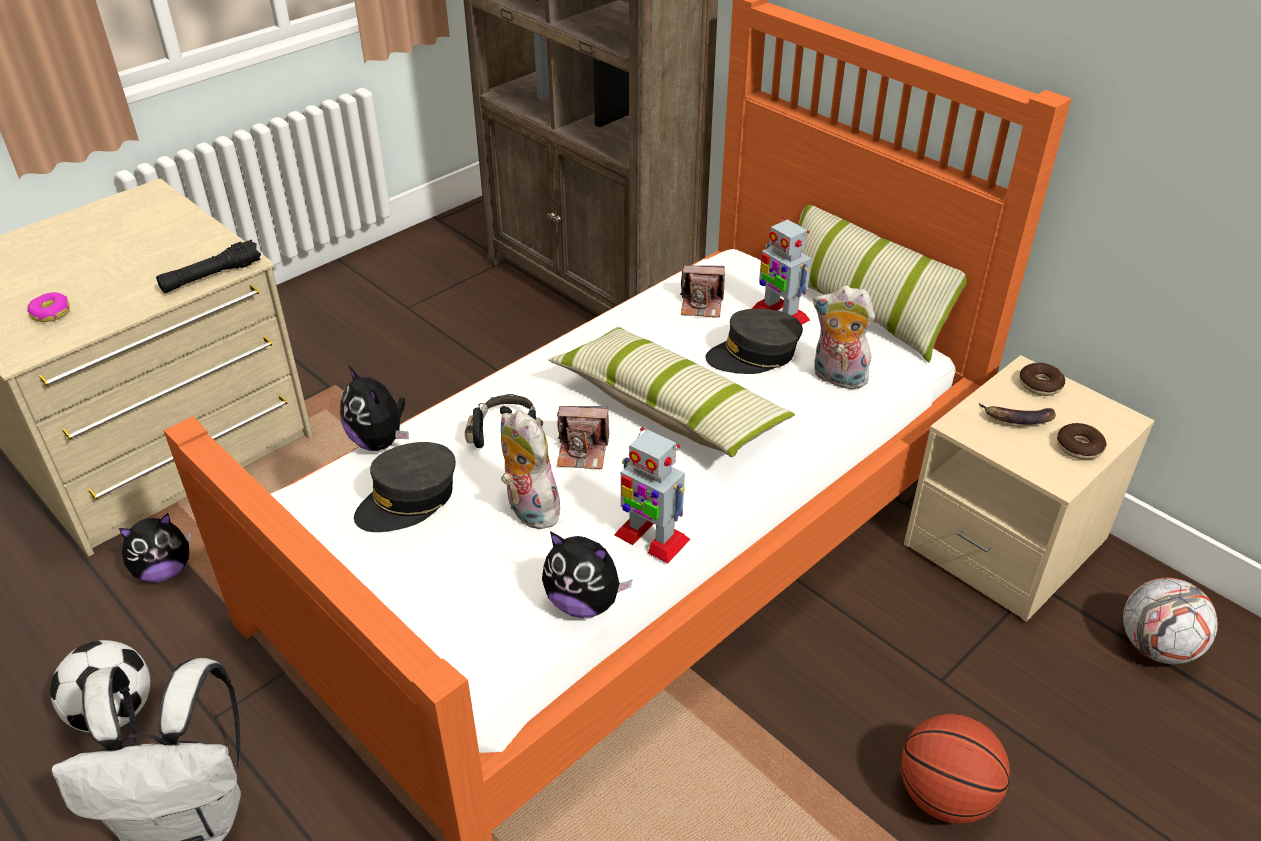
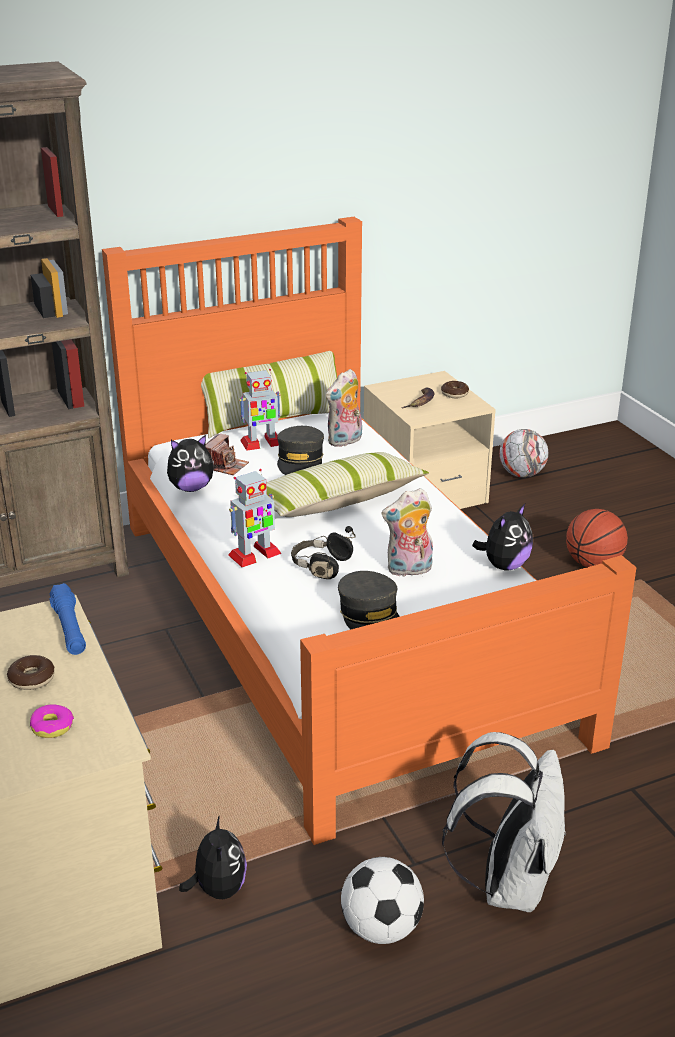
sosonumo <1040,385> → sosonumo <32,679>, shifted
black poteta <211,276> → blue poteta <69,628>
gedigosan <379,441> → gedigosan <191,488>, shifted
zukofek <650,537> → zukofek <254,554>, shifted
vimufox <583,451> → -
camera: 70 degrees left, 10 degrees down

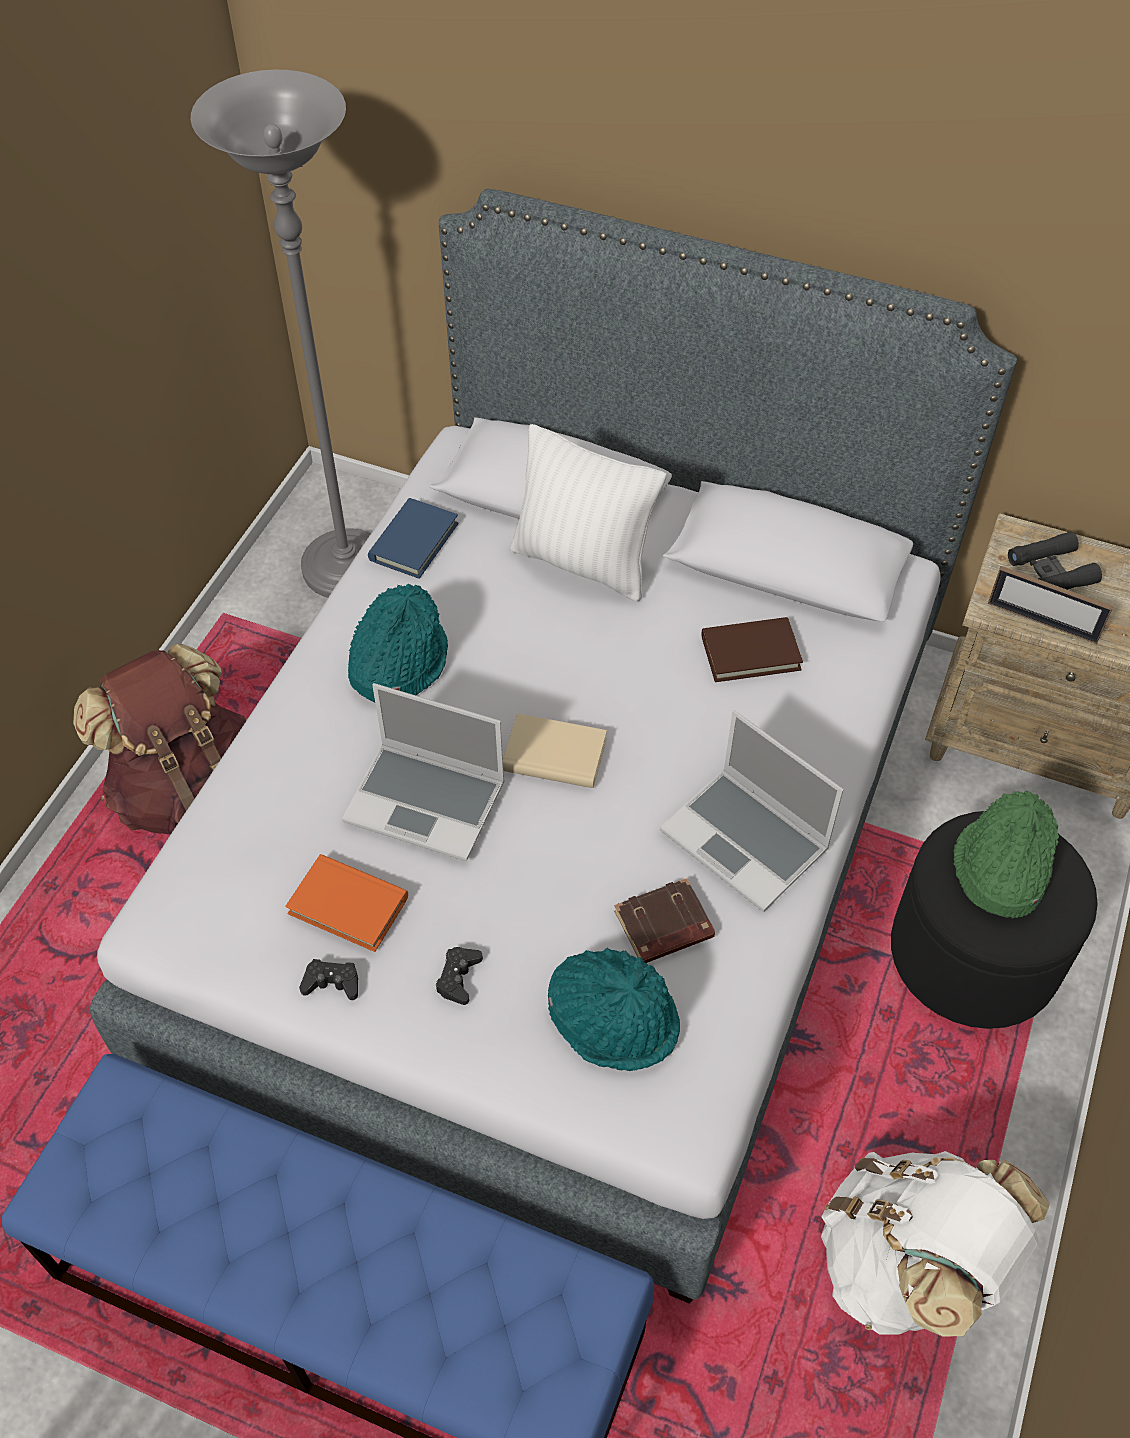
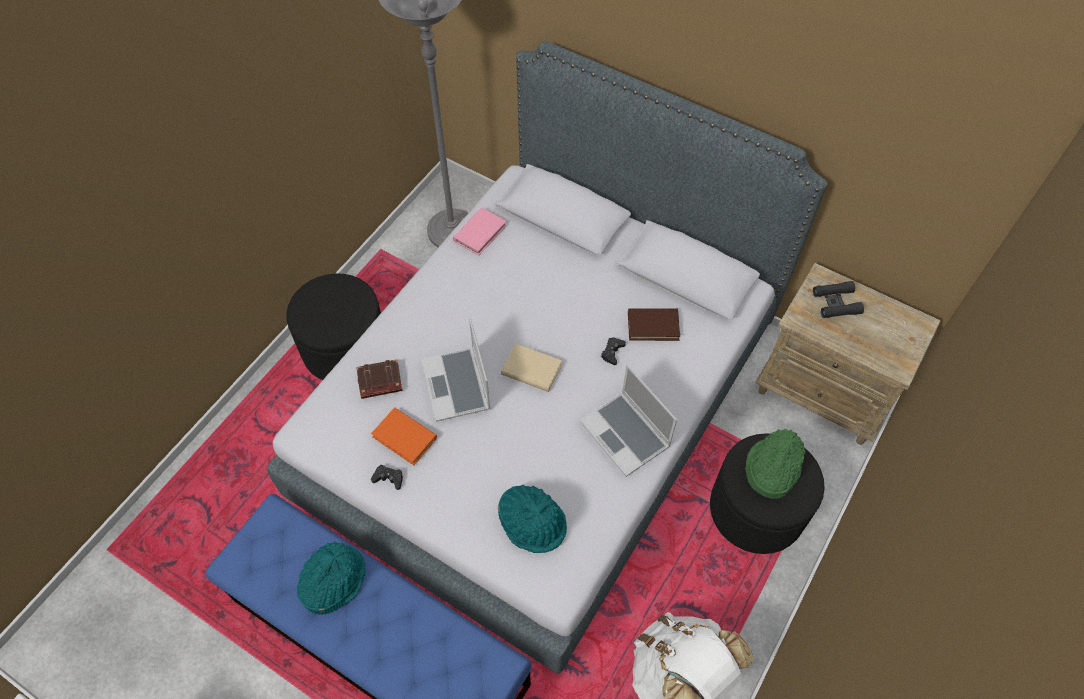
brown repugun <189,789> → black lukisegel <345,348>
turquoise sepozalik <397,663> → turquoise sepozalik <333,580>, shifted
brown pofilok <663,927> → brown pofilok <379,382>, shifted
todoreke <427,801> → todoreke <457,386>, 45 degrees clockwise
blue pofilok <414,541> → pink pofilok <480,233>
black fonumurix <458,978> → black fonumurix <612,352>, shifted
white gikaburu <583,562> → -
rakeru <1042,622> → -
camera: 10 degrees right, 5 degrees up

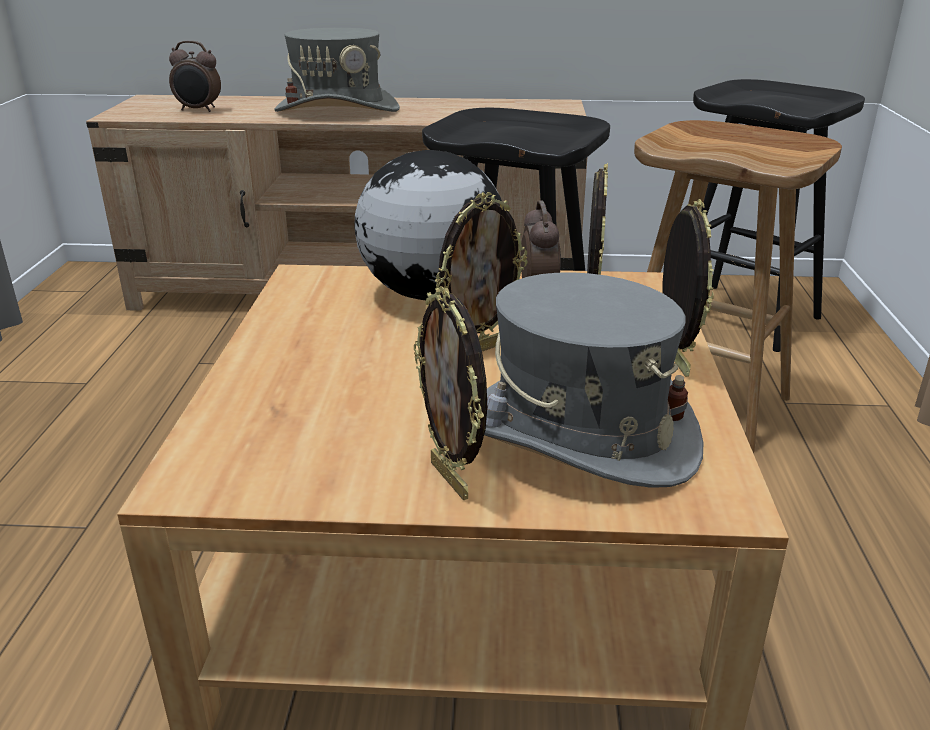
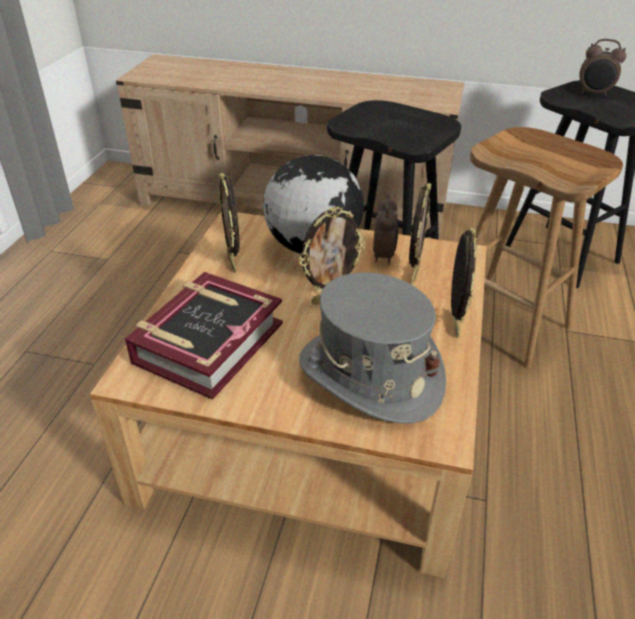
- → pofilok <208,342>
rakeru <452,479> → rakeru <233,263>, shifted
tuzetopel <199,110> → tuzetopel <594,94>, shifted
grey sepozalik <337,110> → -
camera: 10 degrees right, 10 degrees up

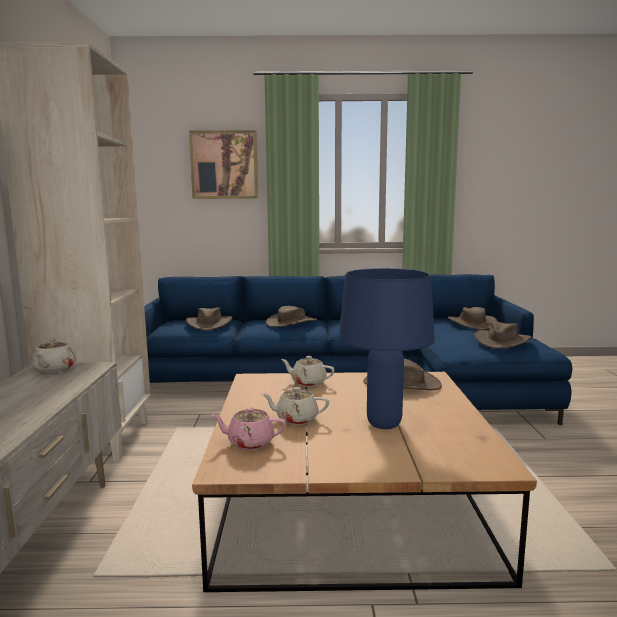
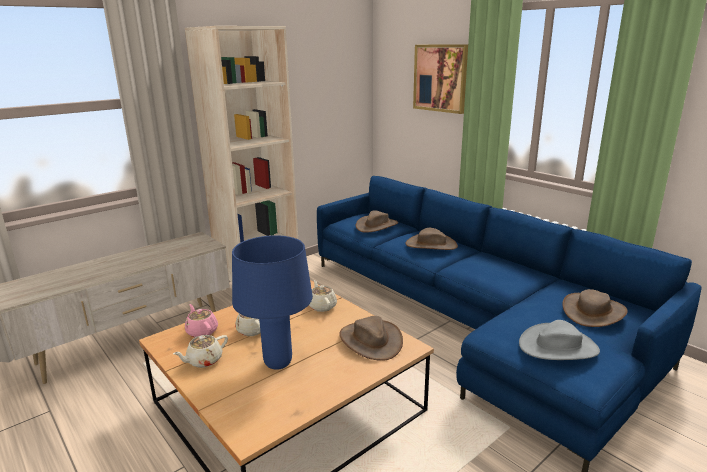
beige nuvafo <54,369> → beige nuvafo <204,360>, shifted
brown sepozalik <502,341> → grey sepozalik <558,346>
camera: 50 degrees right, 10 degrees up

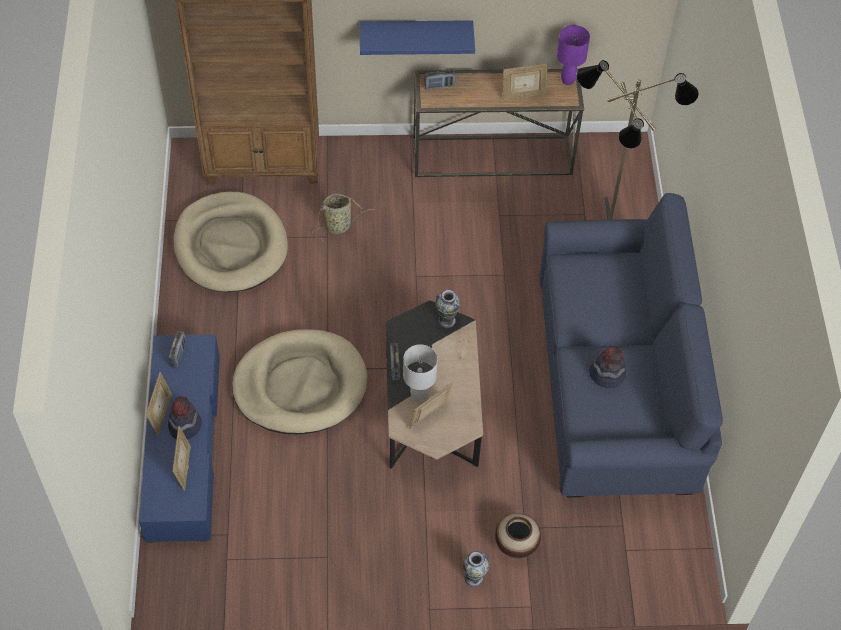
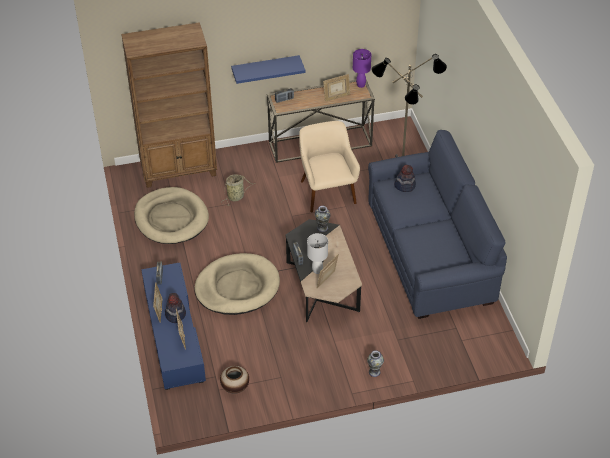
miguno <516,544> → miguno <235,387>, shifted
- → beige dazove <327,192>
sepozalik <607,374> → sepozalik <405,185>, shifted
camera: 10 degrees left, 10 degrees down

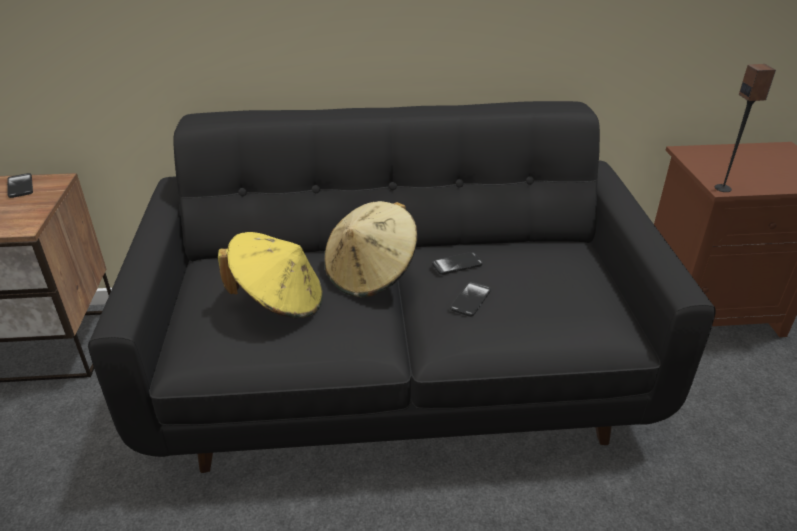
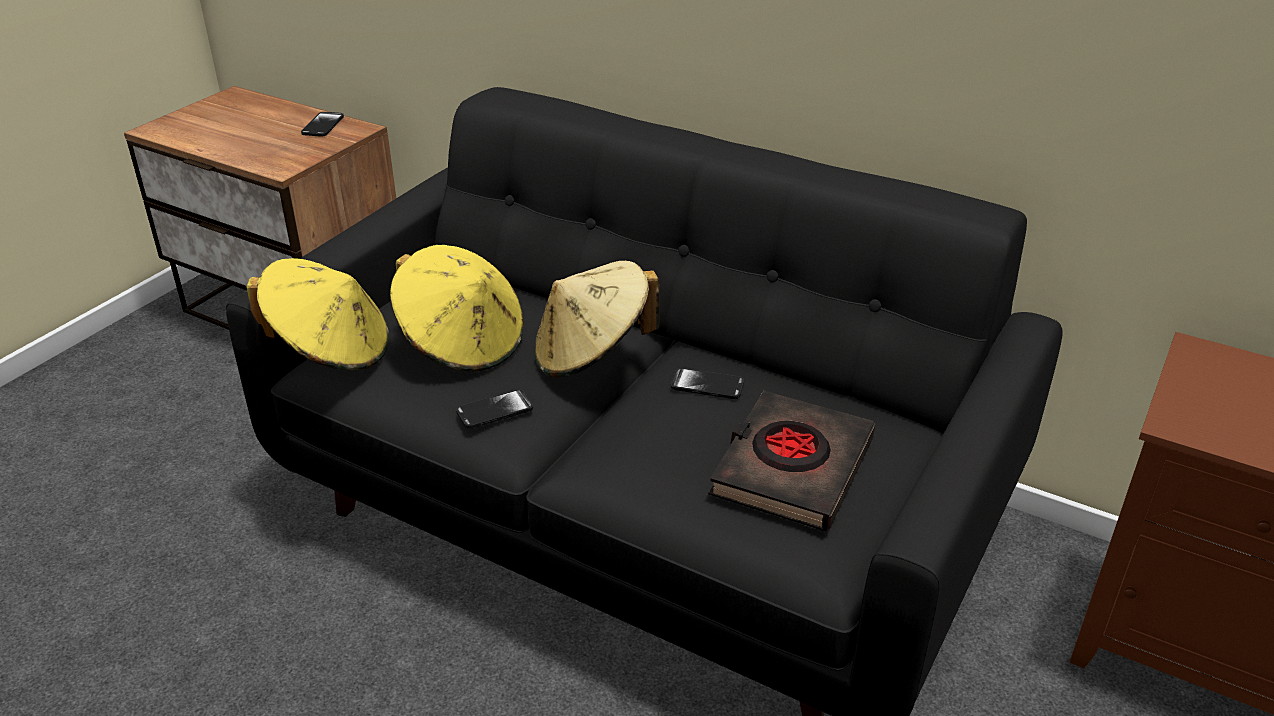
- → yellow sepozalik <330,351>
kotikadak <470,300> → kotikadak <495,410>, shifted
- → black pofilok <791,468>
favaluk <723,188> → -
camera: 35 degrees right, 0 degrees up

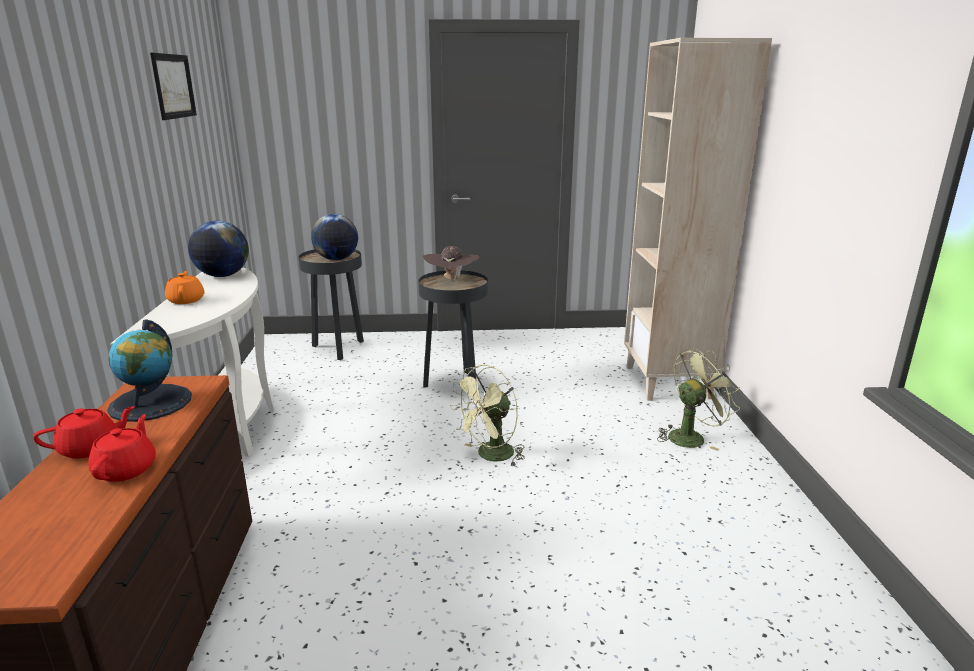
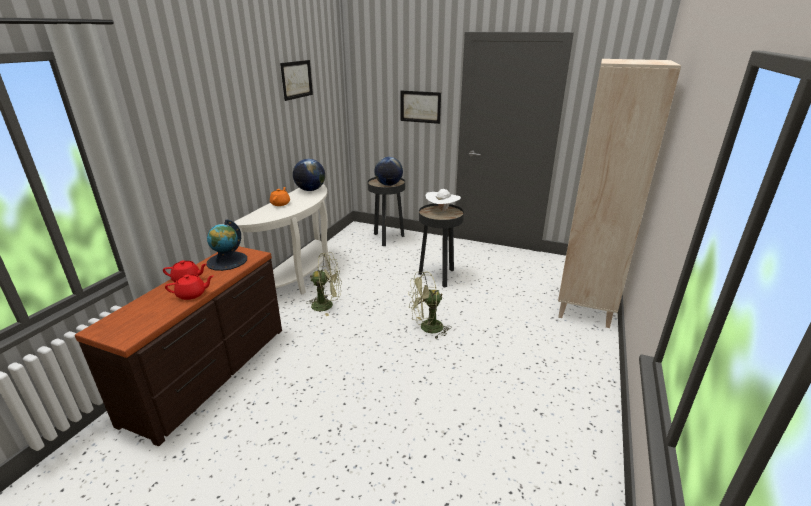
red nuvafo <127,469> → red nuvafo <192,294>, 45 degrees clockwise
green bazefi <691,436> → green bazefi <327,305>, shifted
- → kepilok <420,107>
brown sepozalik <451,279> → white sepozalik <442,210>
camera: 25 degrees right, 5 degrees up

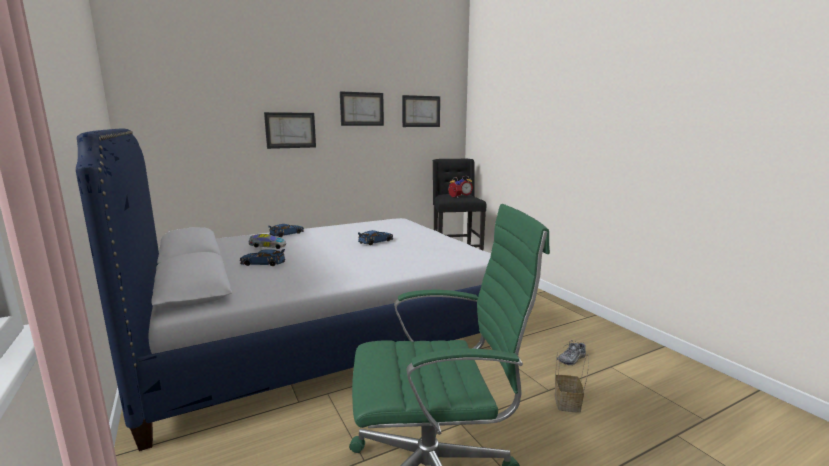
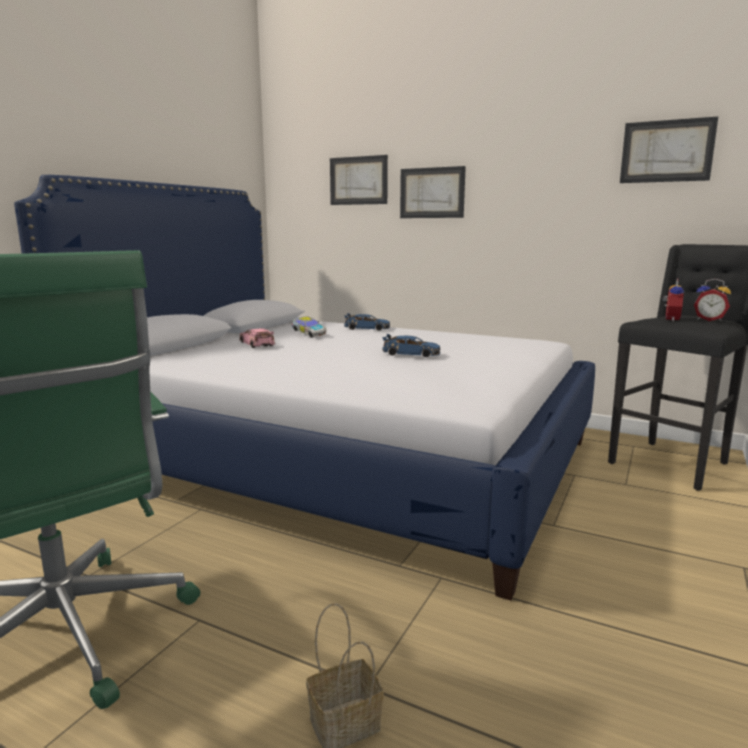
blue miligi <263,263> → pink miligi <256,344>
kepilok <362,109> → kepilok <358,180>, shifted
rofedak <571,359> → -
camera: 55 degrees right, 0 degrees up

